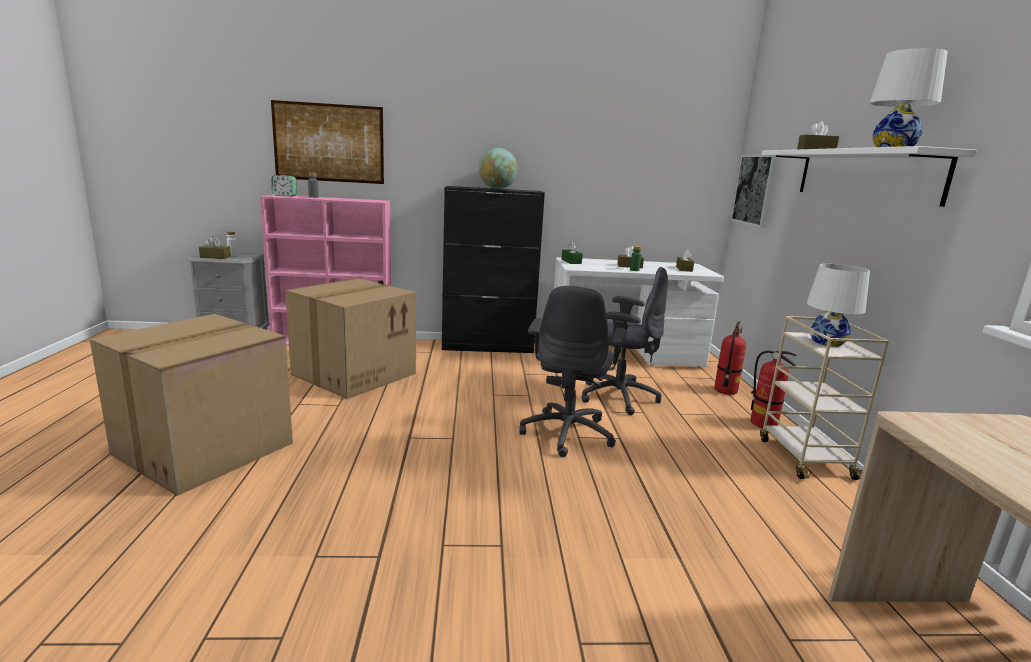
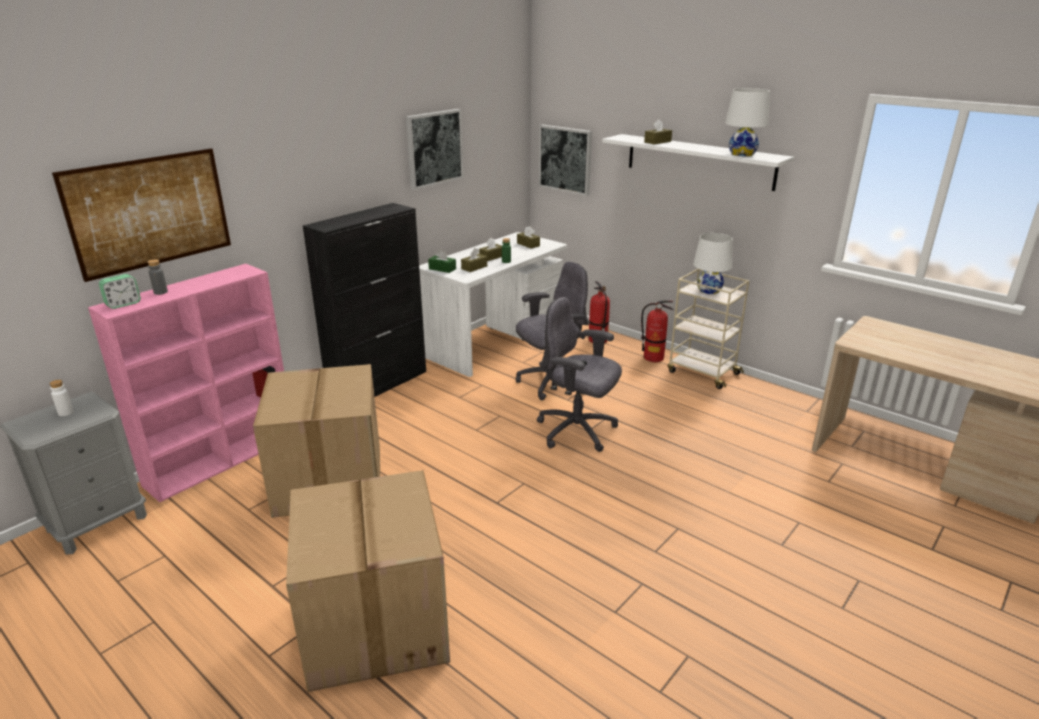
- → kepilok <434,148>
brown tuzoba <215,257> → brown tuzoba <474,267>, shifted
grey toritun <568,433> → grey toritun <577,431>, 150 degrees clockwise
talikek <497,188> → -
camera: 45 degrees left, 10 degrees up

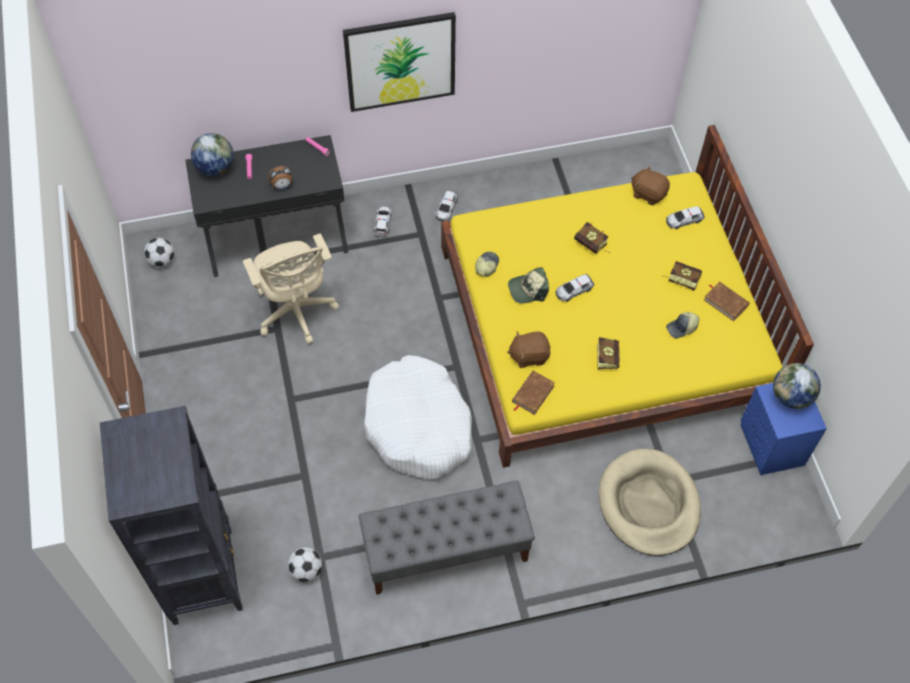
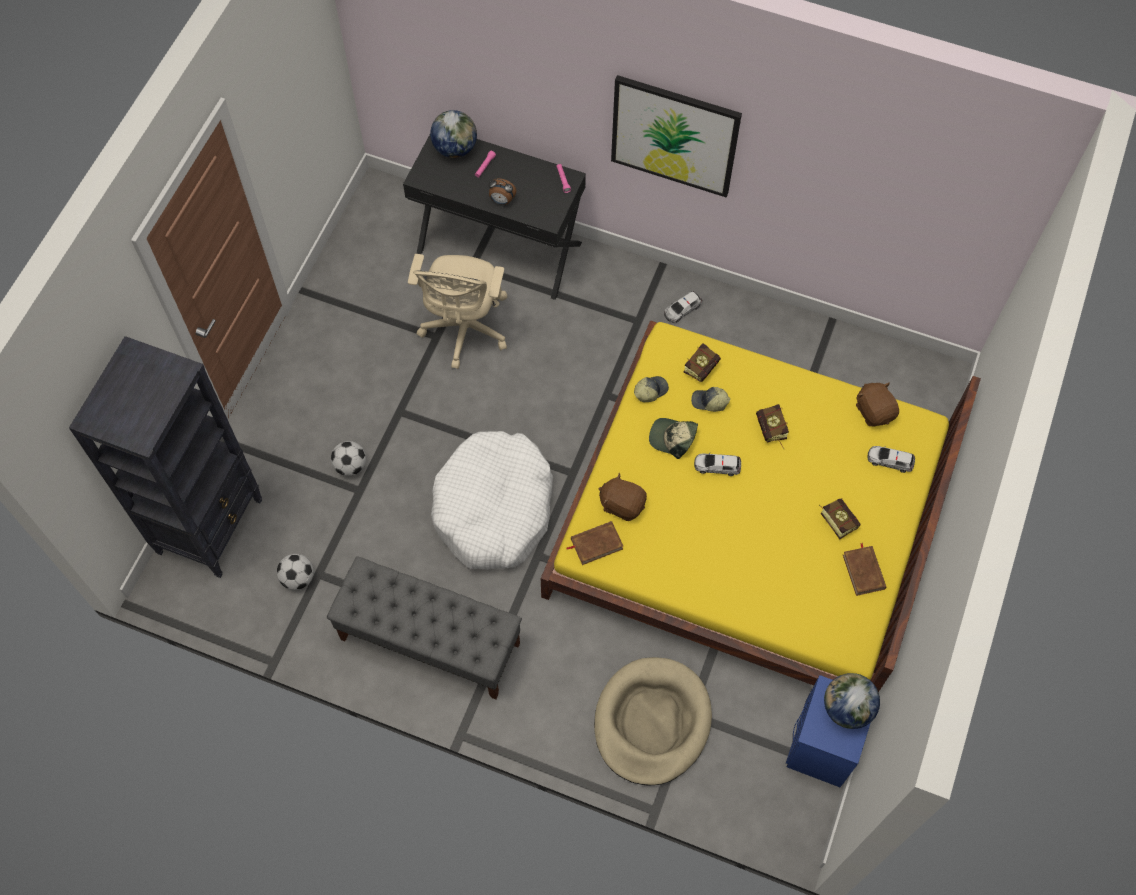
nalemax <162,260> → nalemax <350,466>, shifted
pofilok <606,355> → pofilok <703,366>, shifted
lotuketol <682,328> → lotuketol <709,402>, shifted
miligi <383,223> → -
camera: 35 degrees right, 5 degrees up

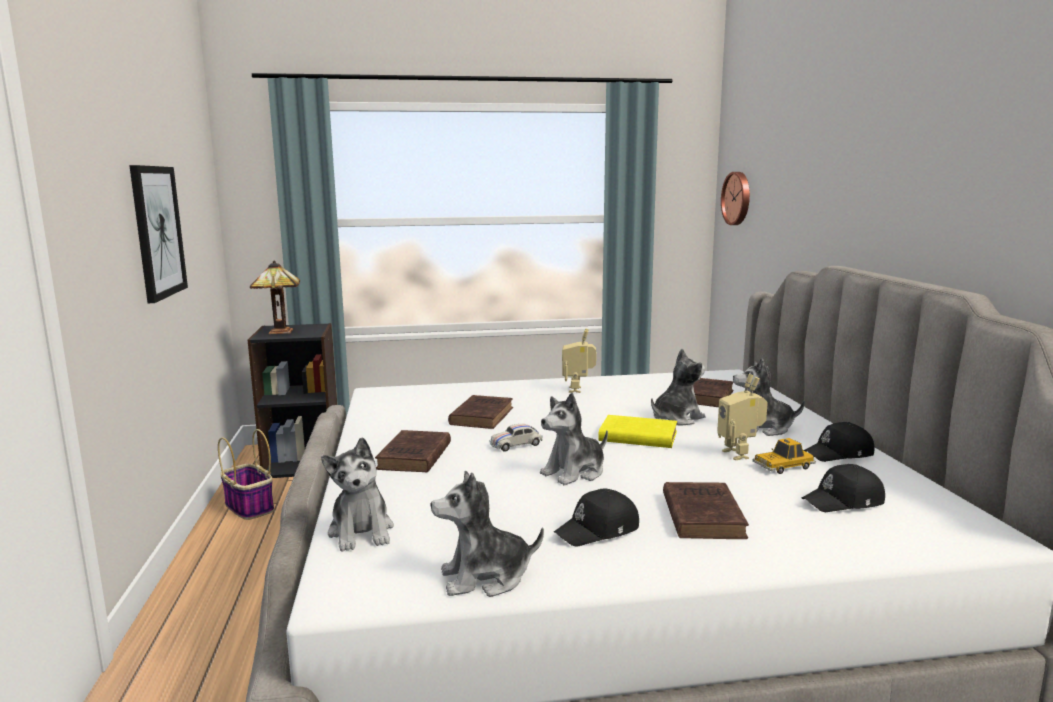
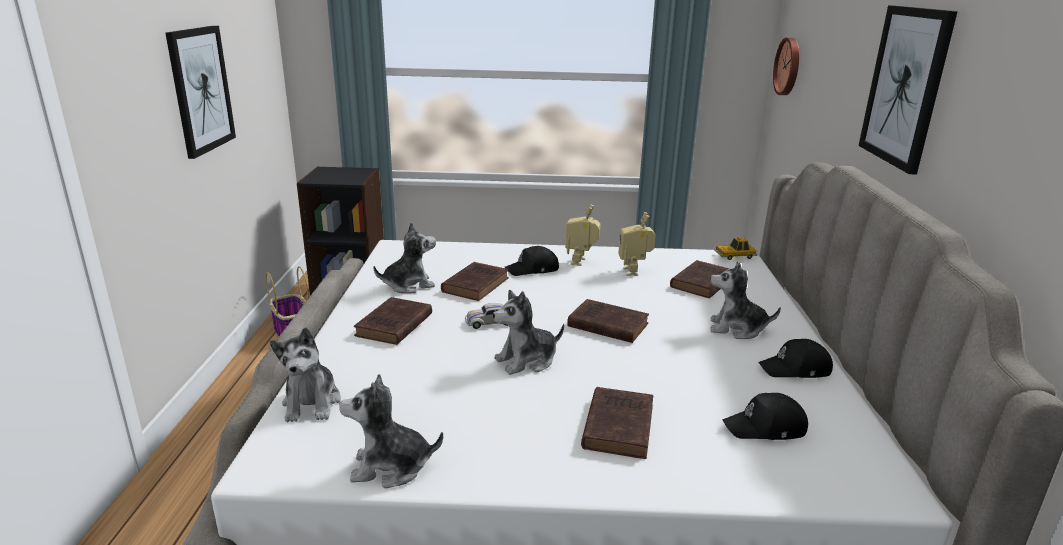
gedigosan <676,418> → gedigosan <408,285>, shifted
black lotuketol <598,530> → black lotuketol <533,270>, shifted
yellow pofilok <635,436> → brown pofilok <606,325>
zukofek <739,454> → zukofek <634,271>, shifted
miligi <783,466> → miligi <735,256>, shifted
- → kepilok <905,86>
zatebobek <278,332> → -
camera: 10 degrees right, 10 degrees up

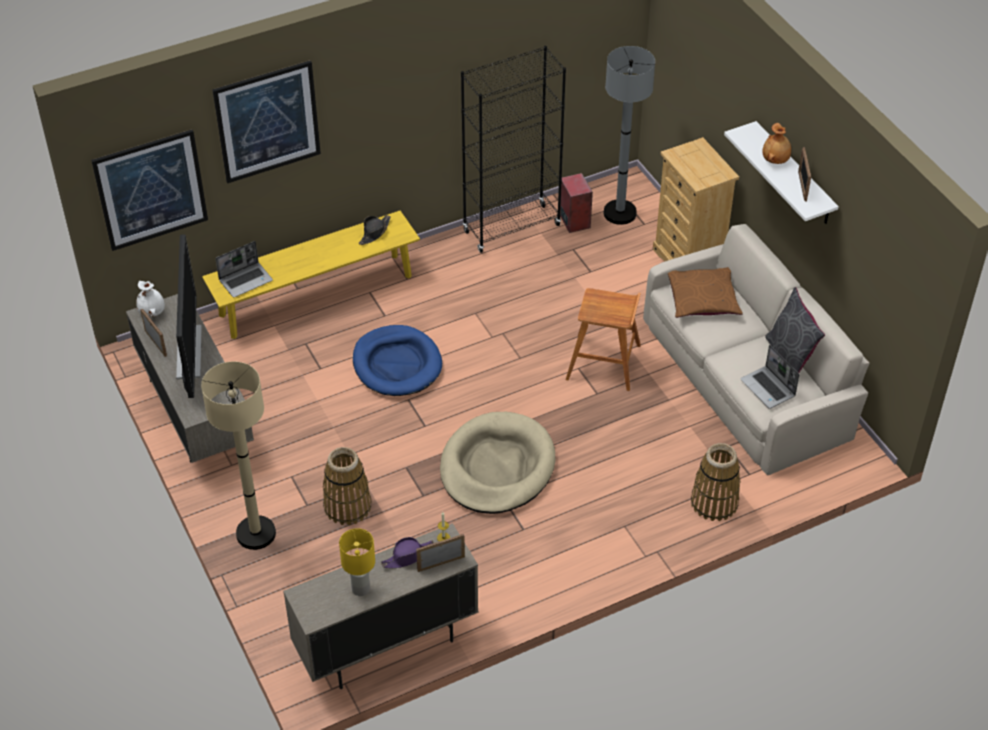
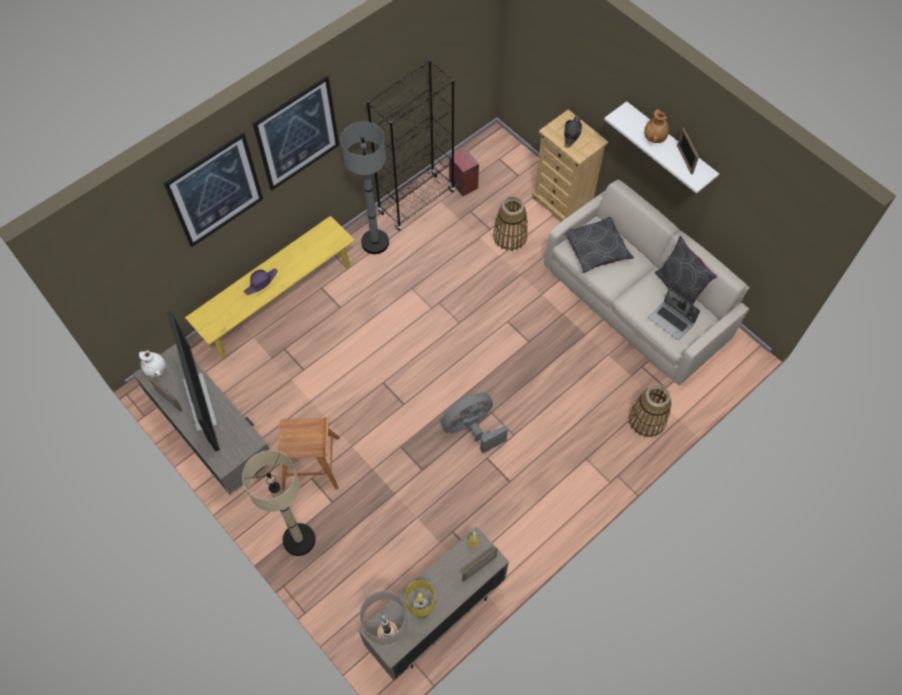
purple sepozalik <408,556> → purple sepozalik <261,282>, shifted
kepilok <151,190> → kepilok <297,133>, shifted
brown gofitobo <604,362> → brown gofitobo <311,463>, shifted
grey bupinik <620,213> → grey bupinik <375,242>, shifted
- → beige zatebobek <387,632>
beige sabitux <497,467> → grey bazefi <472,429>
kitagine <348,506> → kitagine <510,237>, shifted
black sepozalik <374,232> → black sepozalik <572,133>, shifted
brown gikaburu <703,299> → grey gikaburu <596,248>
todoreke <246,280> → -
blue sabitux <397,364> → -
camera: 15 degrees left, 15 degrees up

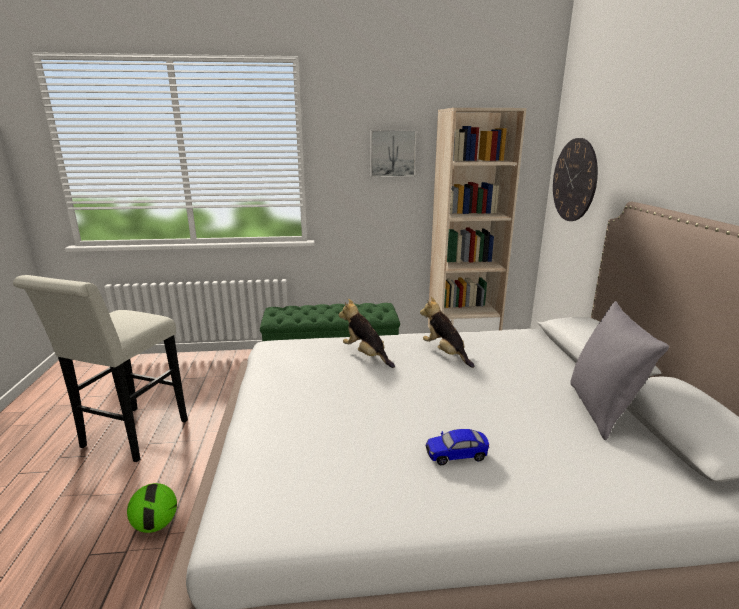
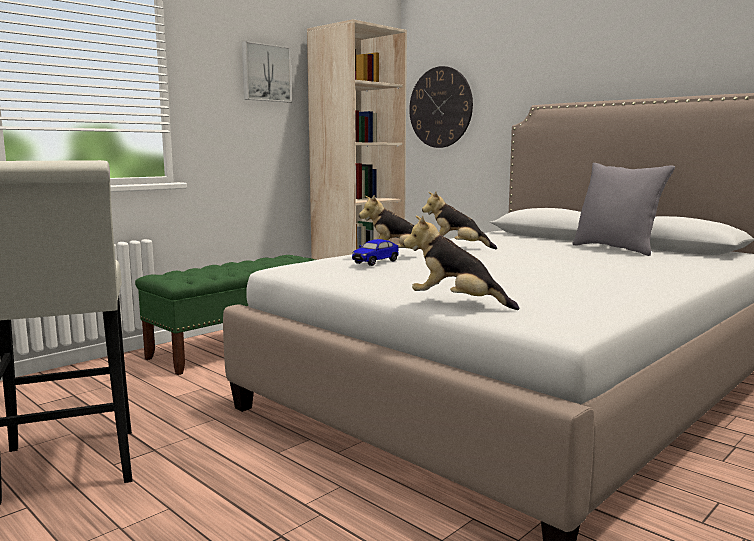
miligi <456,455> → miligi <375,262>, shifted
- → gedigosan <457,303>
nalemax <156,525> → -
camera: 40 degrees left, 10 degrees down

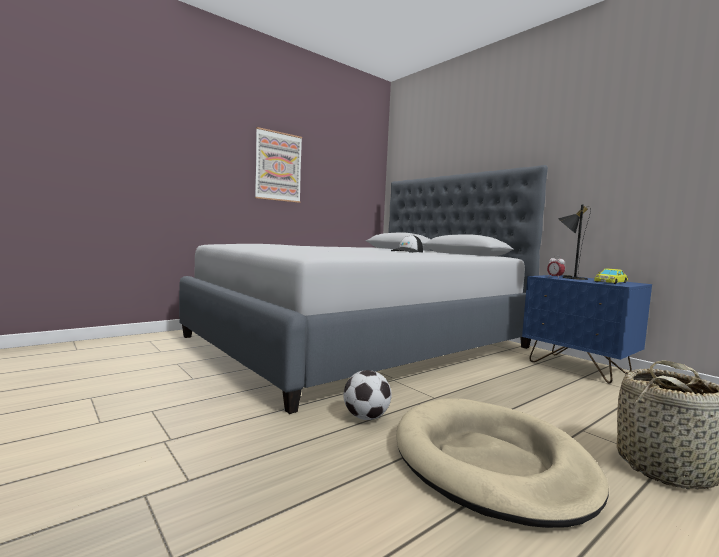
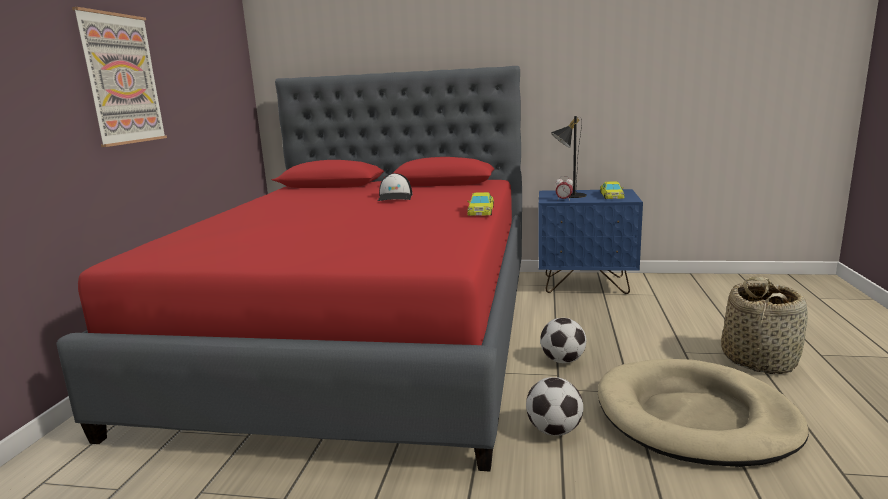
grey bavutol <360,342> → red bavutol <364,335>
- → yellow miligi <481,211>
- → nalemax <562,360>
camera: 40 degrees left, 10 degrees up

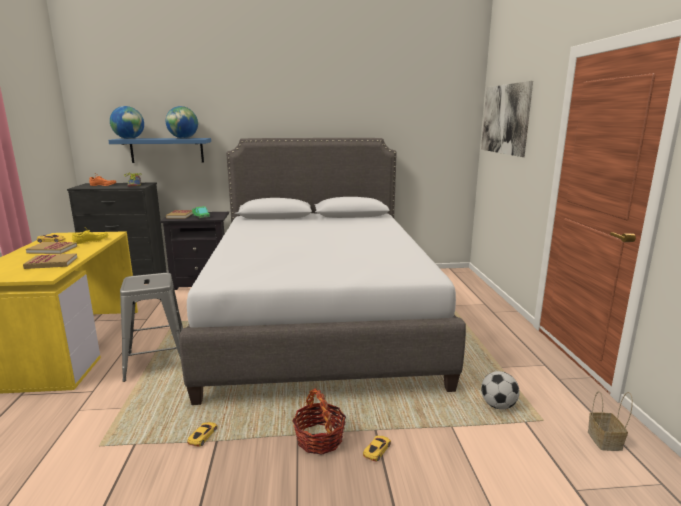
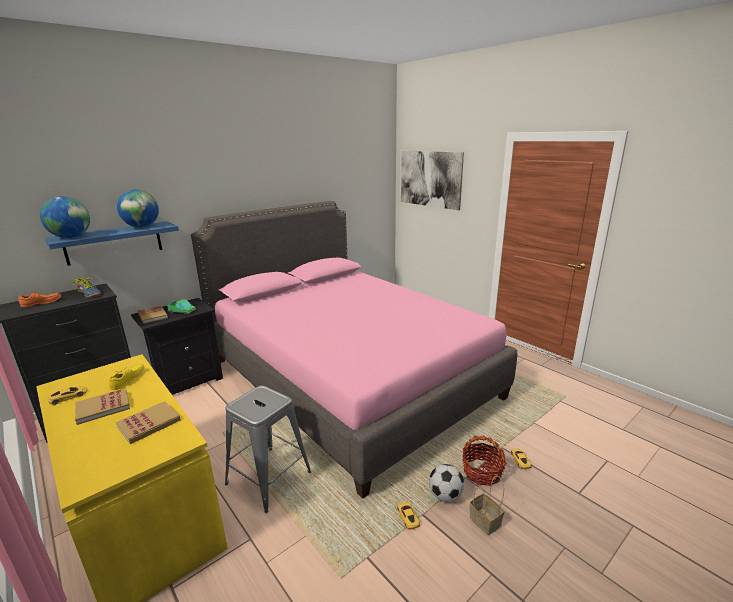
grey bavutol <318,318> → pink bavutol <349,378>
nalemax <498,405> → nalemax <445,495>, shifted
kitagine <605,441> → kitagine <486,521>, shifted
camera: 35 degrees left, 5 degrees up

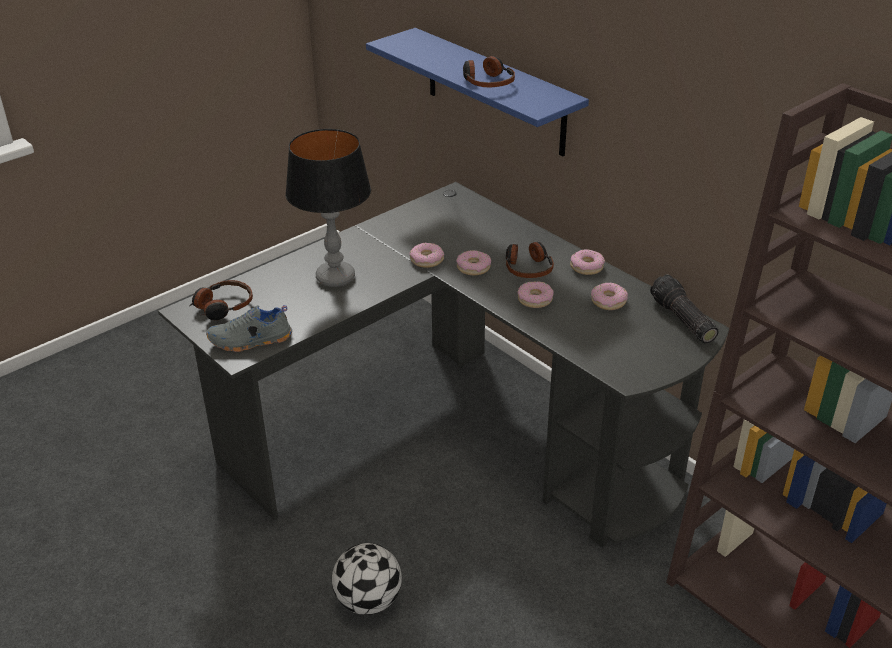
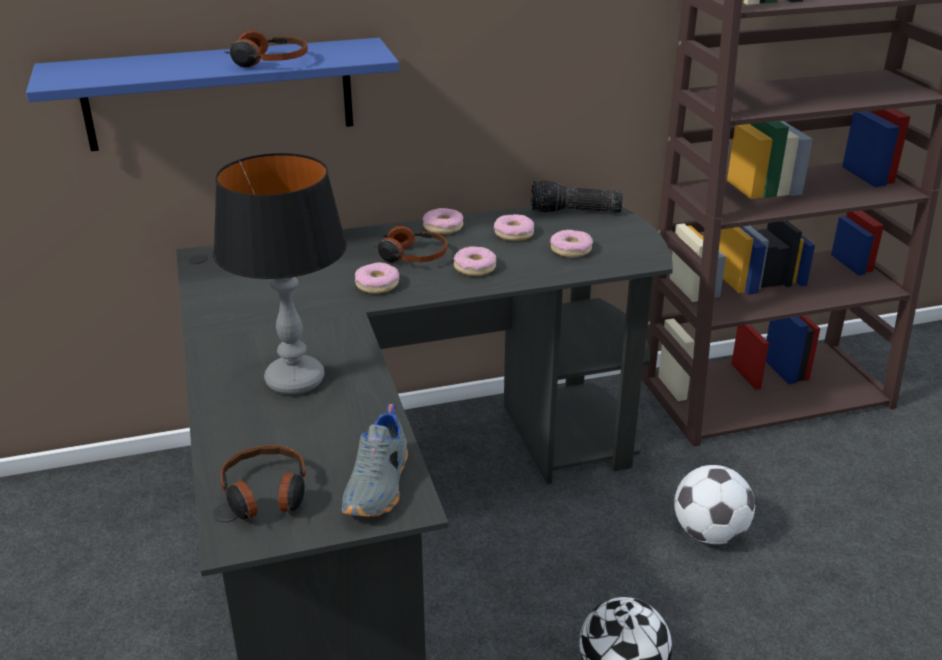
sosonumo <427,260> → sosonumo <571,249>, shifted
- → nalemax <709,533>
camera: 65 degrees left, 5 degrees down

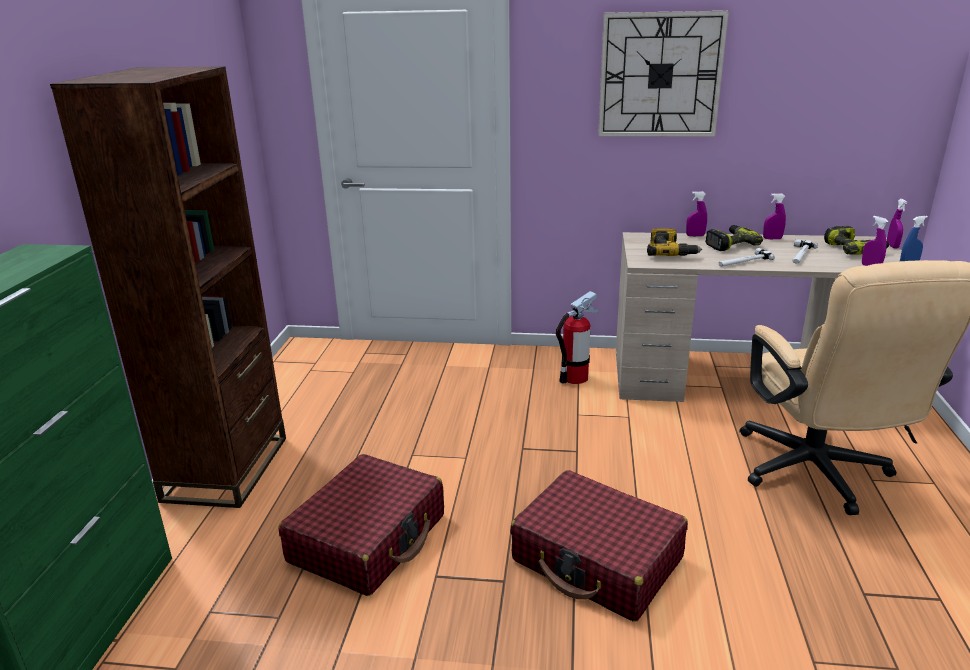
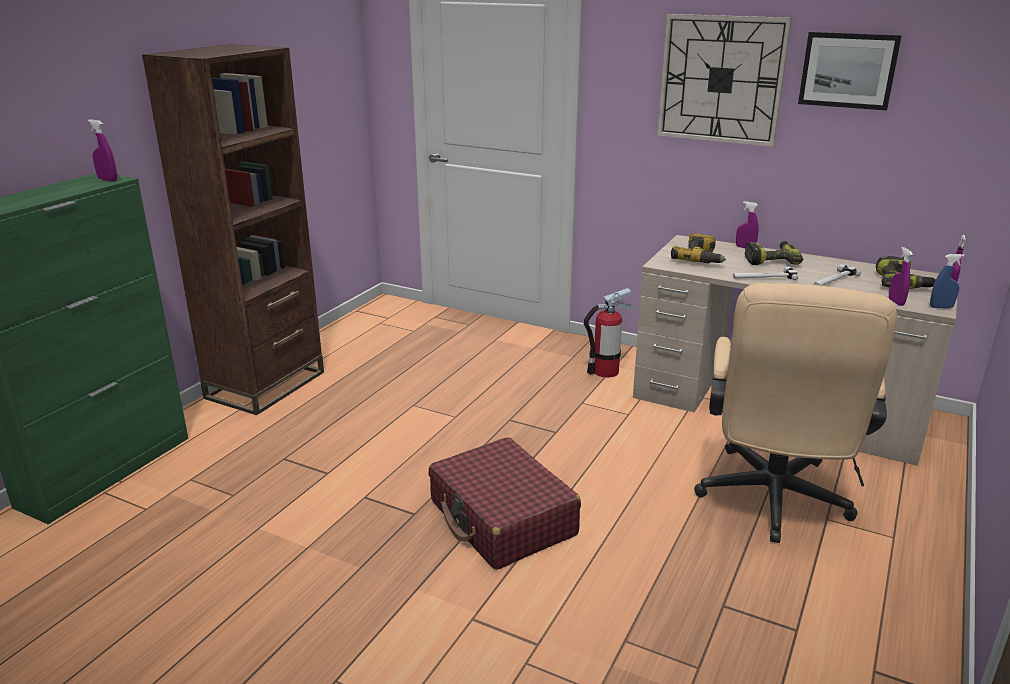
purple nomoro <772,238> → purple nomoro <107,180>, shifted
- → kepilok <848,70>
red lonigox <368,538> → -
camera: 20 degrees right, 0 degrees up

